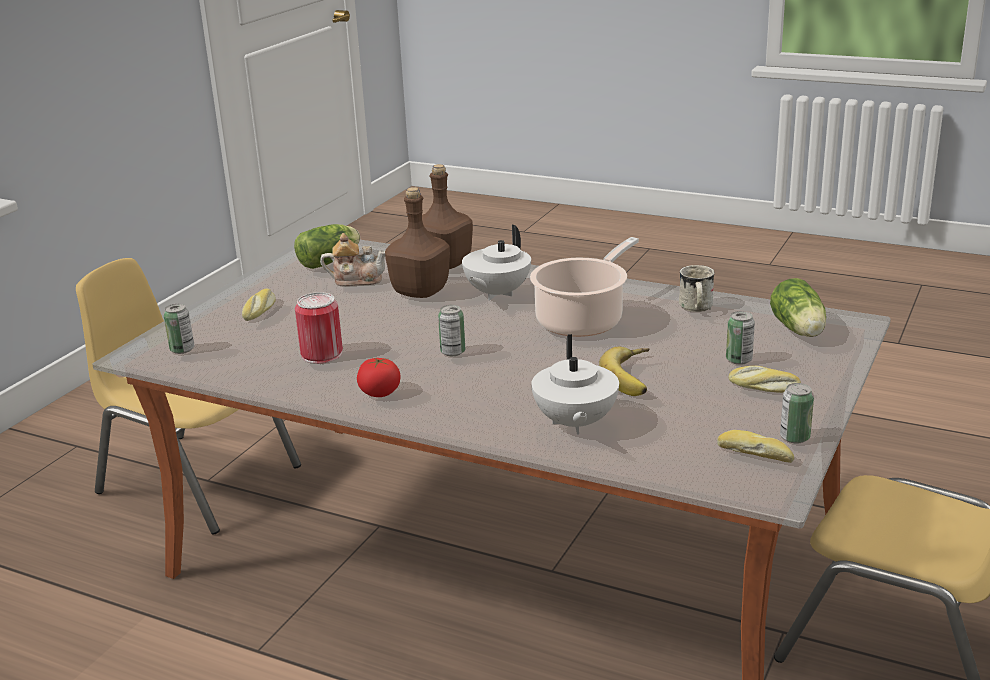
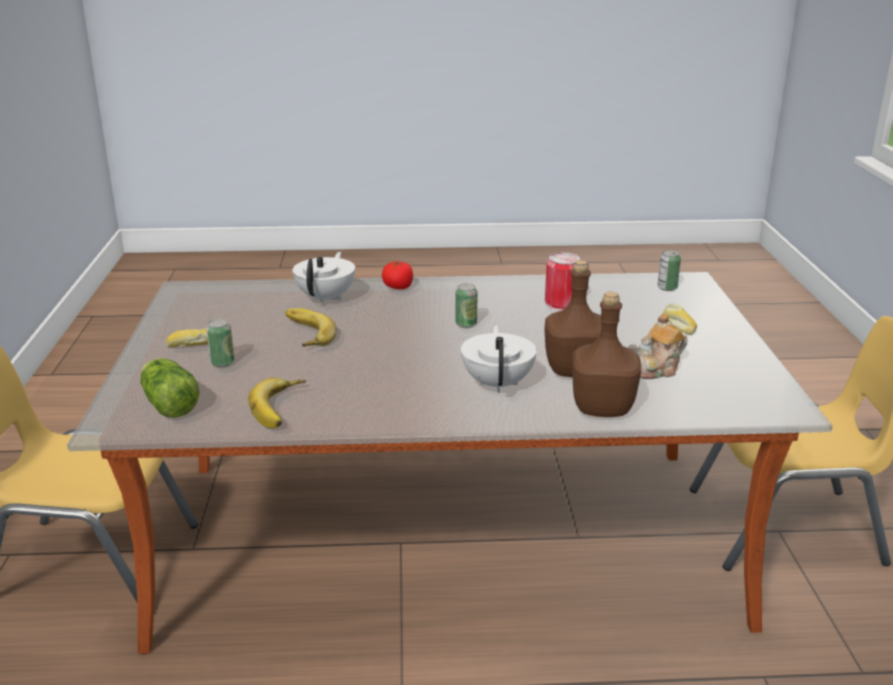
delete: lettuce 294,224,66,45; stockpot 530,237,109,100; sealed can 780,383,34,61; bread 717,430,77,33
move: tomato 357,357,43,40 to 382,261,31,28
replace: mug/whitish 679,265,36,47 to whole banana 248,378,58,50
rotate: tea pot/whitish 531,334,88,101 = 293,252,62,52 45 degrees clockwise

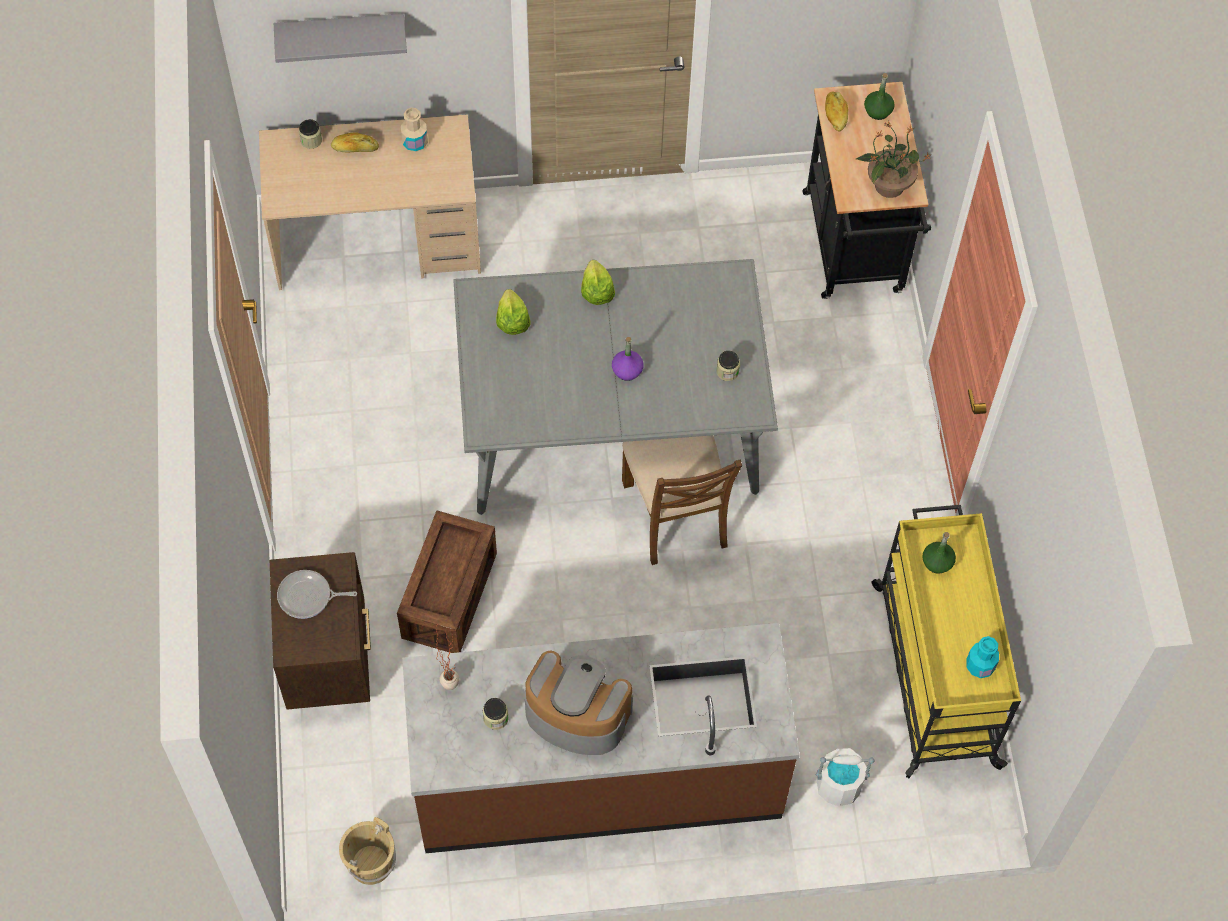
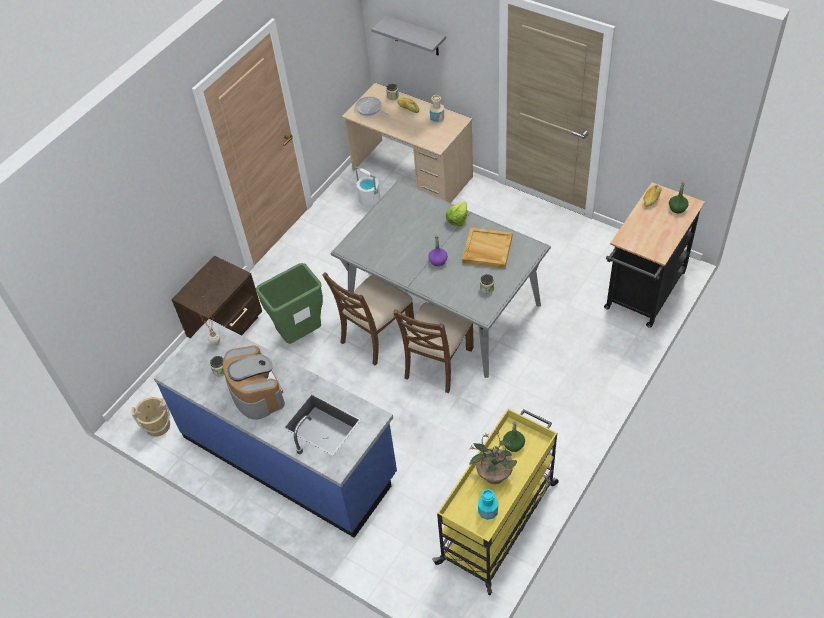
delete: lettuce 496,289,34,46
insert: serving tray/beige-coloured 462,227,50,41; chair/brownish 322,272,92,93
move: houseplant 856,121,76,77 to 469,431,48,53; skillet 277,570,80,49 to 355,97,34,19; water bucket/whitish 816,748,59,59 to 355,166,26,41
replace: crate 397,510,100,143 to rubbish bin/green 256,263,67,81
recolor: kitchen base unit/brownish 402,623,398,230 to kitchen base unit/bluish 154,319,243,219

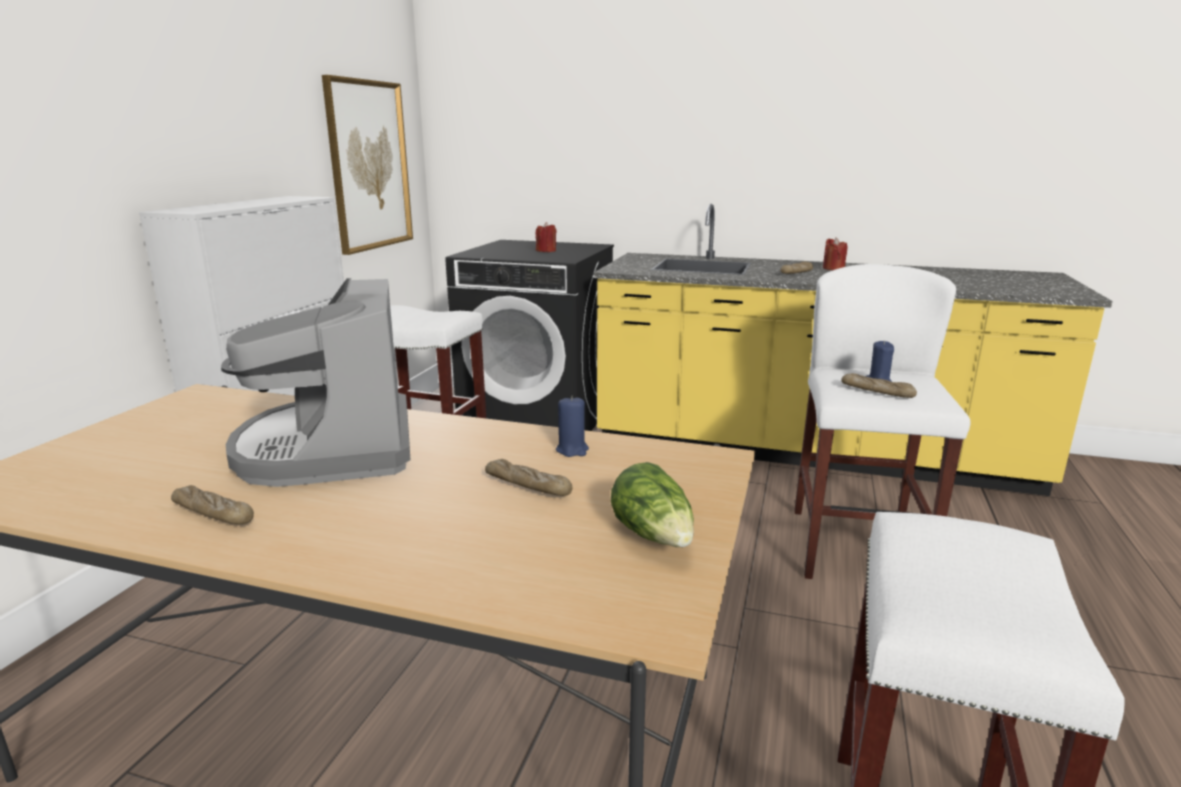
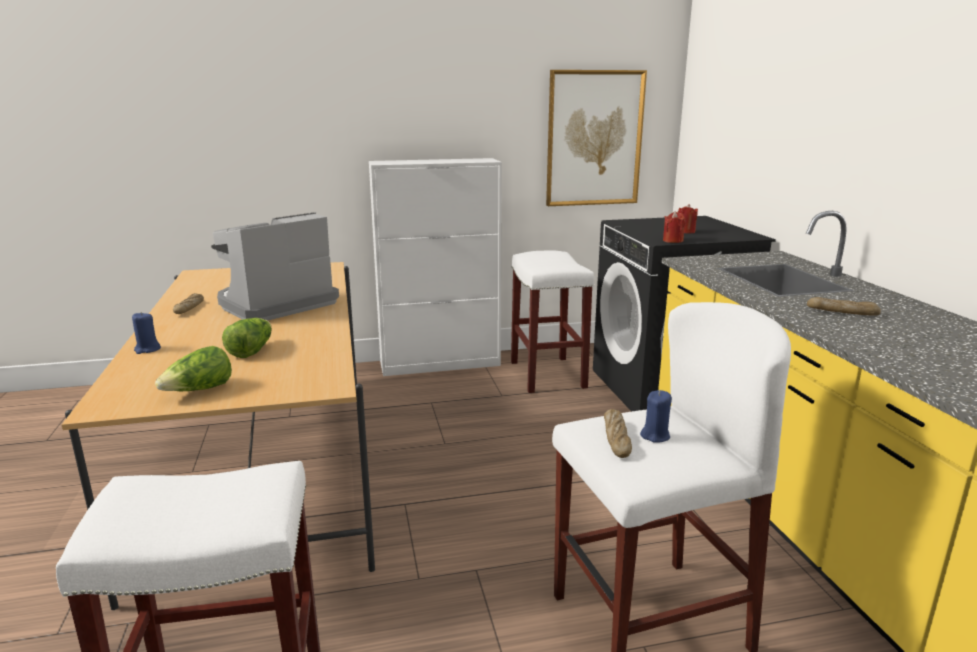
move: wax candle/red 823,237,25,33 to 663,211,23,32; wax candle/bluish 556,395,33,62 to 132,312,29,42
replace: bread 485,459,88,37 to lettuce 222,318,50,40

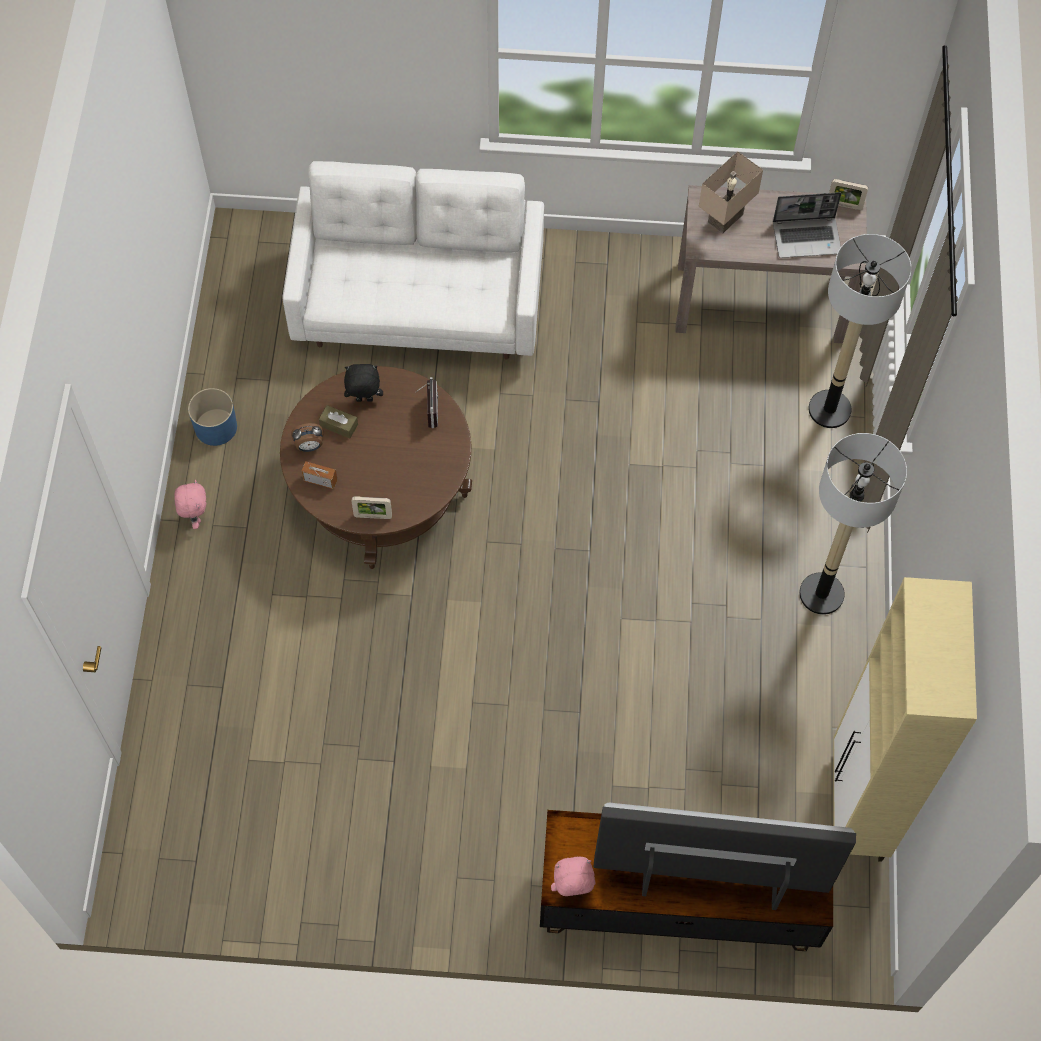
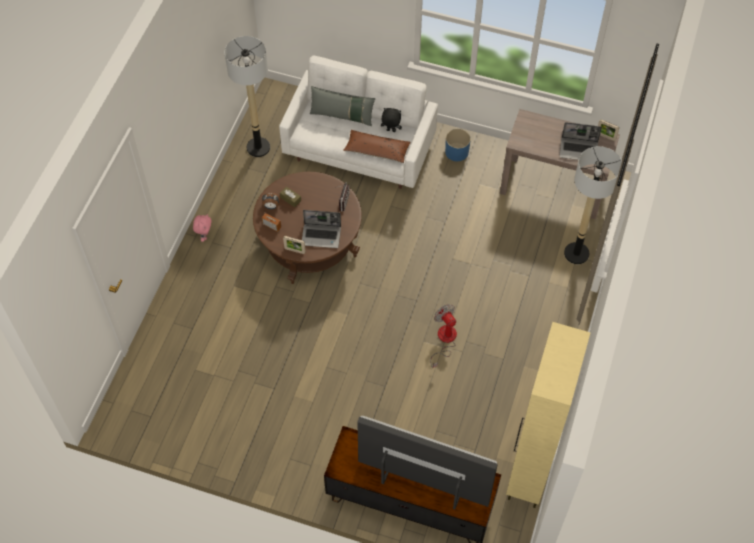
delete: table lamp/beige-coloured 699,151,64,83; soft toy/pink-coloured 551,856,45,40
insert: cushion/greyish 310,86,65,40; cushion/brownish 343,130,68,33; portable computer 302,210,39,38; electric fan 430,304,27,64
move: soft toy/black-coloured 344,364,39,38 to 381,108,21,24; plant pot/bluish 188,388,49,58 to 445,129,26,32; standing lamp 799,433,108,182 to 225,36,45,121

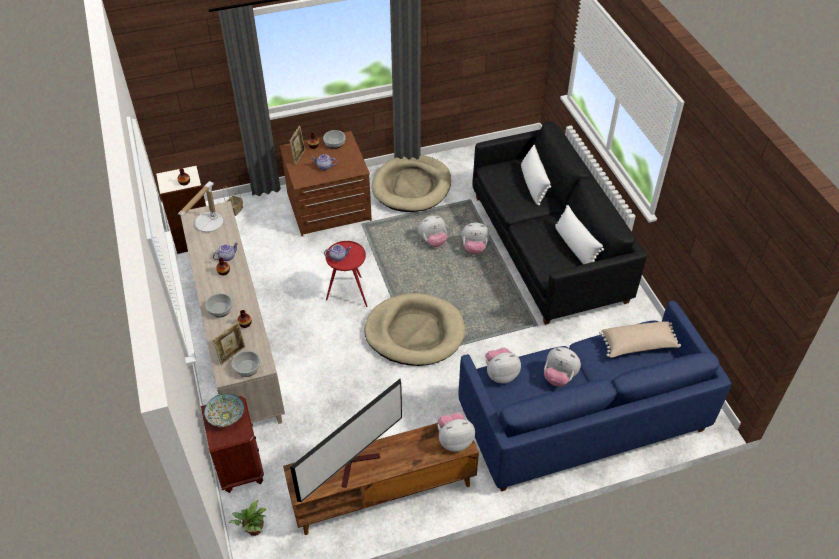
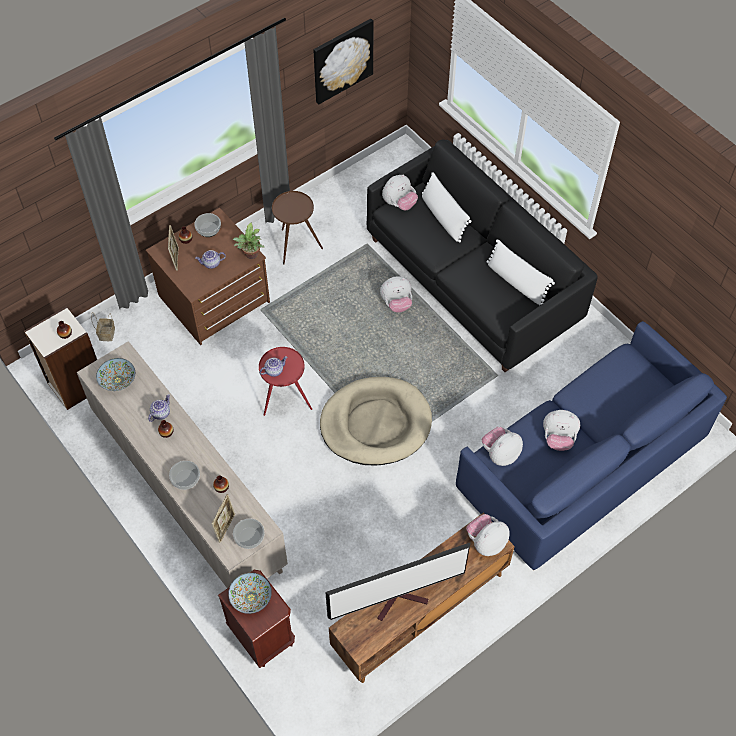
delete: cushion/beige-coloured 599,321,82,37
insert: wall picture 313,19,60,86
move: soft toy 418,216,29,31 to 382,174,36,36; houseplant 229,500,37,36 to 233,222,31,37
replace: dog bed/beige-coloured 372,155,79,57 to side table/brownish 272,191,51,73; table lamp 178,181,46,51 to deep dish 96,358,39,33
rotate: TV 290,379,112,123 = 325,542,146,79 45 degrees clockwise

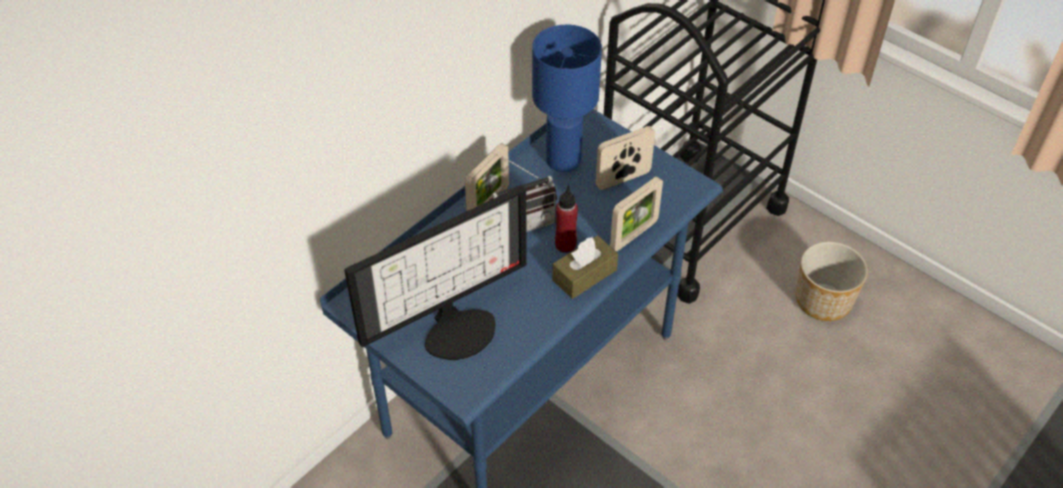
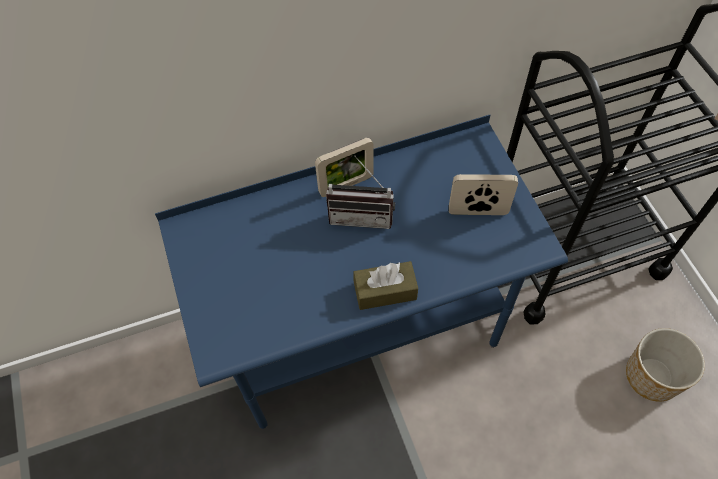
delete: table lamp/bluish 532,25,70,147; photo frame 610,176,53,75; monitor 344,186,183,174; drink bottle/red 555,186,23,67

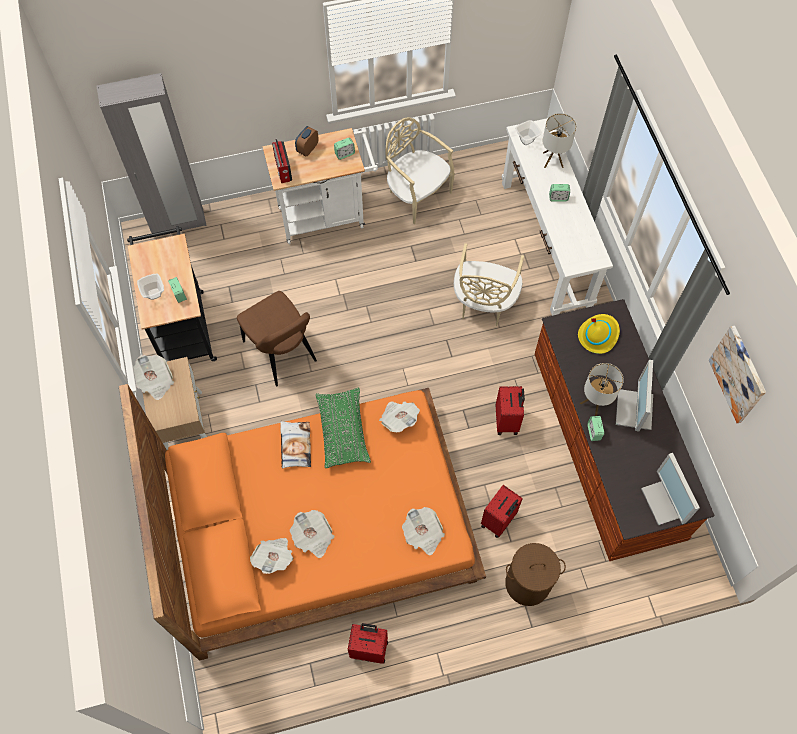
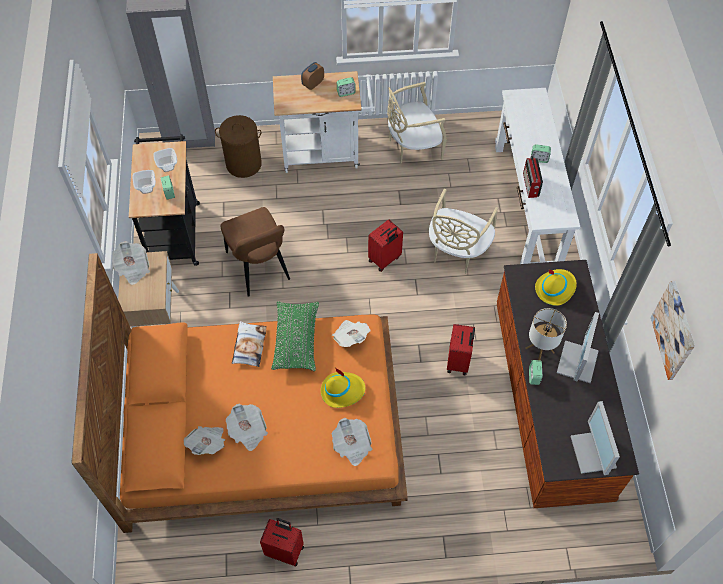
delete: table lamp 543,113,34,55
insert: hat/yellow-coloured 321,368,45,40
move: deep dish 515,120,27,25 to 153,148,24,24; radio 272,139,20,44 to 523,155,20,43; travel case/red 481,485,42,53 to 368,220,35,52; washing basket/brownish 505,543,61,63 to 215,115,47,63
rotate: chair/beige-coloured 386,117,69,107 = 387,82,60,81 75 degrees counterclockwise

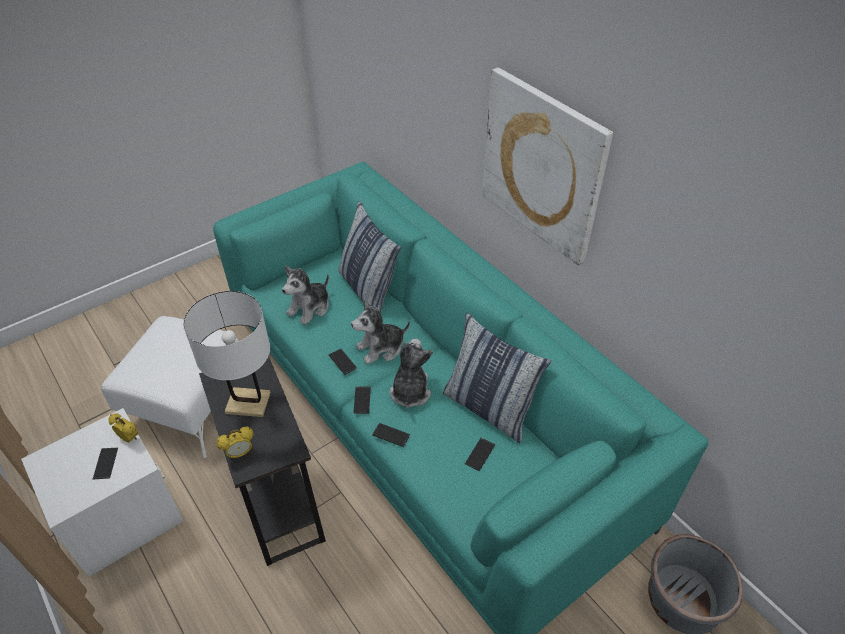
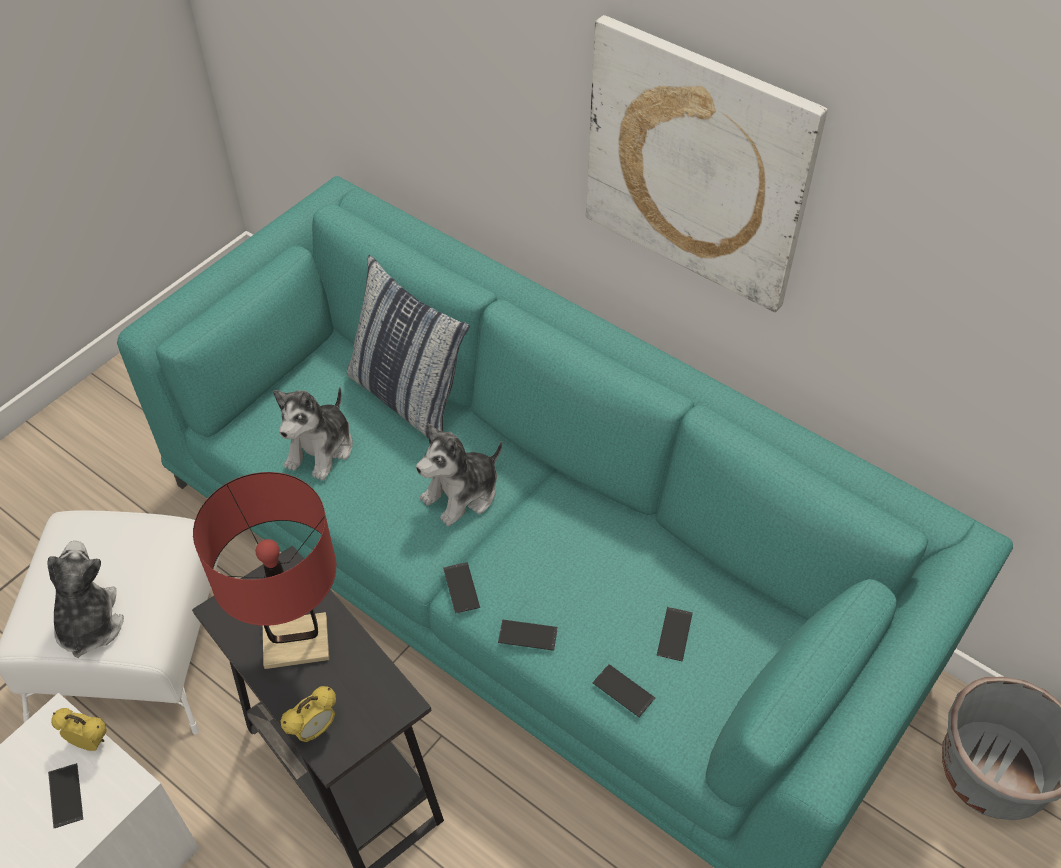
delete: cushion 443,313,108,130
move: soft toy 390,338,43,70 to 47,541,77,117; handset 329,349,28,26 to 592,664,63,53
recolor: table lamp/whitish 183,291,88,126 to table lamp/red 193,472,143,197

